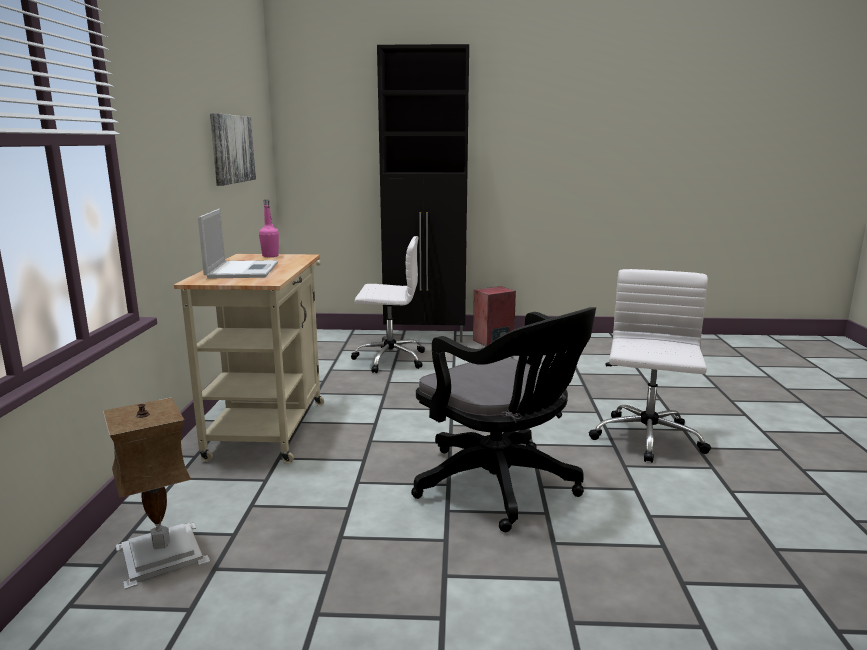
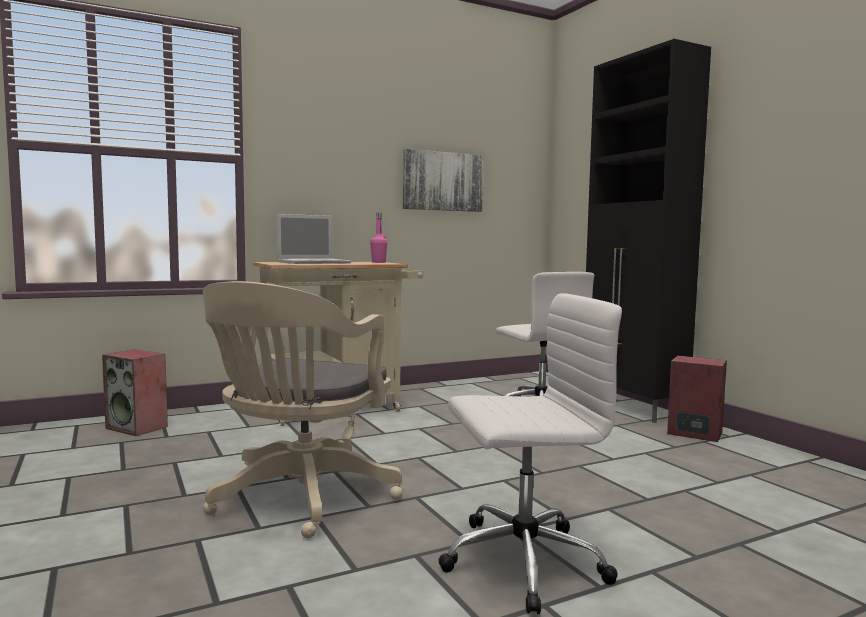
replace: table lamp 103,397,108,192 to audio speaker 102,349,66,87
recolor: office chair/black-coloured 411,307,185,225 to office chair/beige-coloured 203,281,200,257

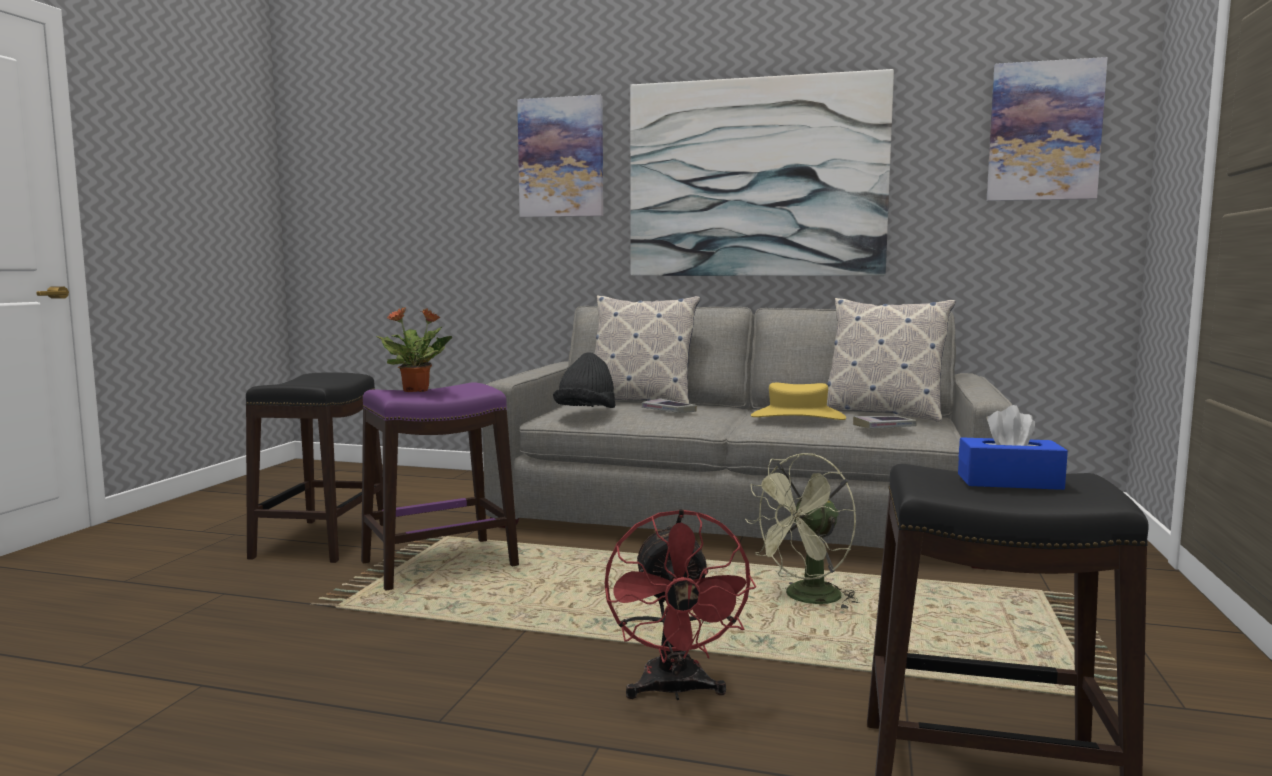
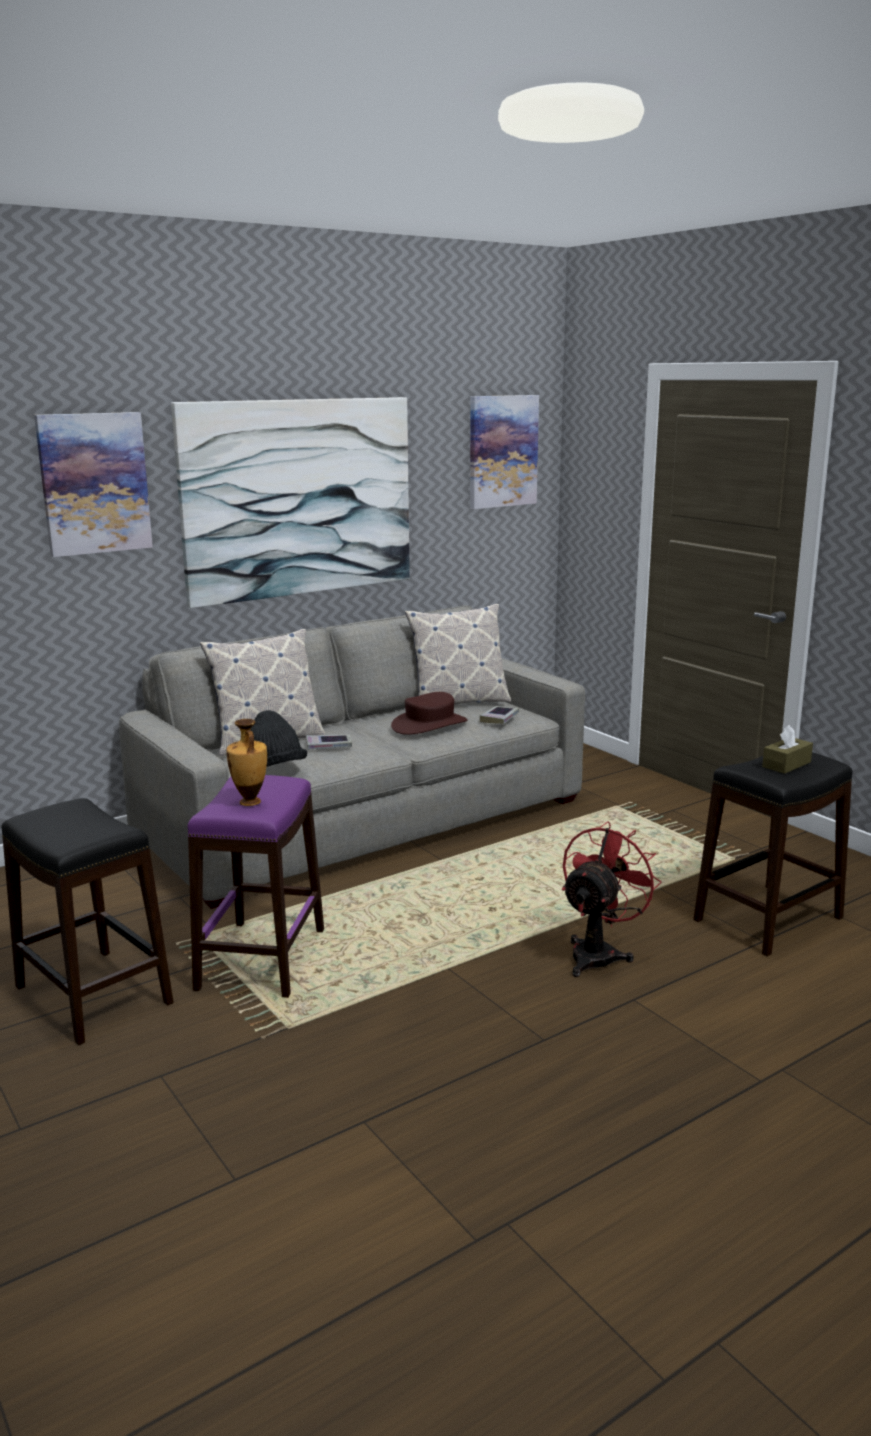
delete: electric fan/green 745,453,115,157
replace: houseplant 376,307,76,85 to vase 227,719,40,87
recolor: hat/yellow-coloured 751,383,95,37 to hat/brownish 391,692,77,43; tissue holder/bluish 958,405,110,85 to tissue holder/brownish 762,725,51,49
rotate: electric fan/red 605,509,151,191 = 562,821,100,156 90 degrees counterclockwise

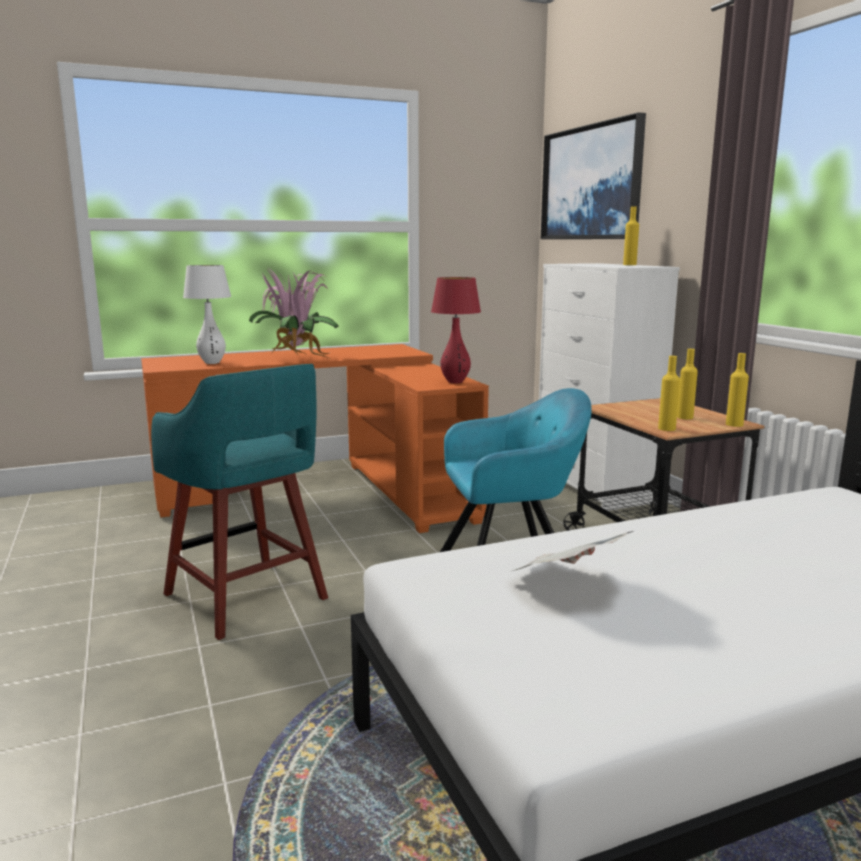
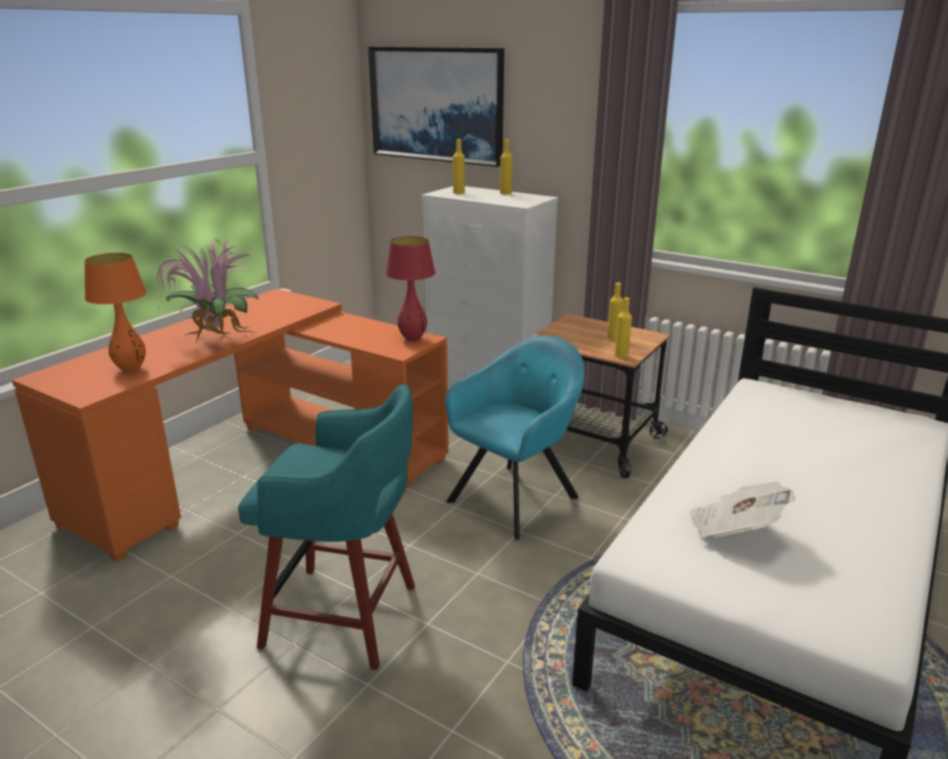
move: drink bottle/yellow-coloured 726,353,23,74 to 453,139,12,55
recolor: table lamp/whitish 183,265,49,99 to table lamp/orangey 84,253,63,119

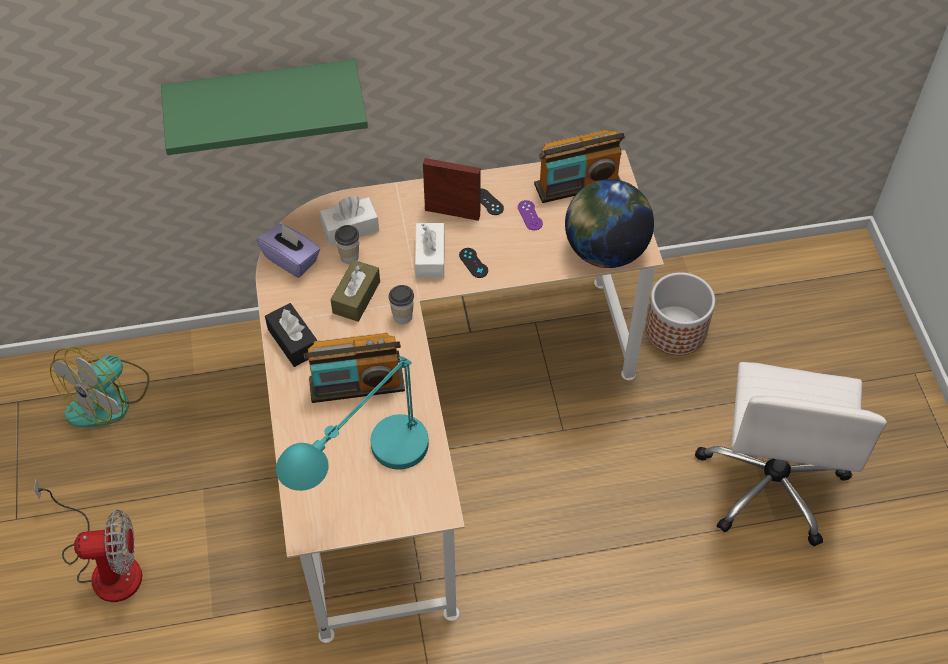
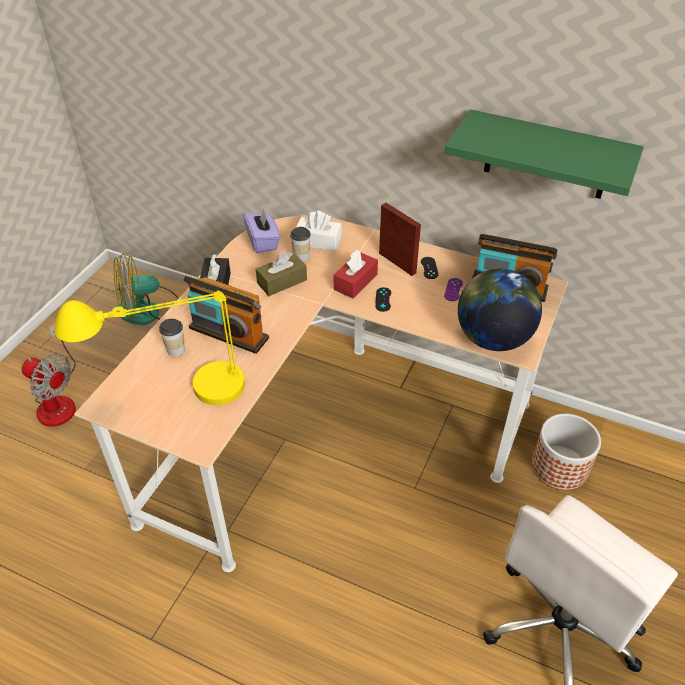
move: bracket shelf/green 161,59,207,96 to 445,109,199,90; drinking cup 389,285,25,39 to 159,318,26,39
recolor: tissue holder/whitish 415,223,29,55 to tissue holder/red 333,250,45,48; table lamp/turquoise 276,356,153,135 to table lamp/yellow-coloured 54,290,191,115

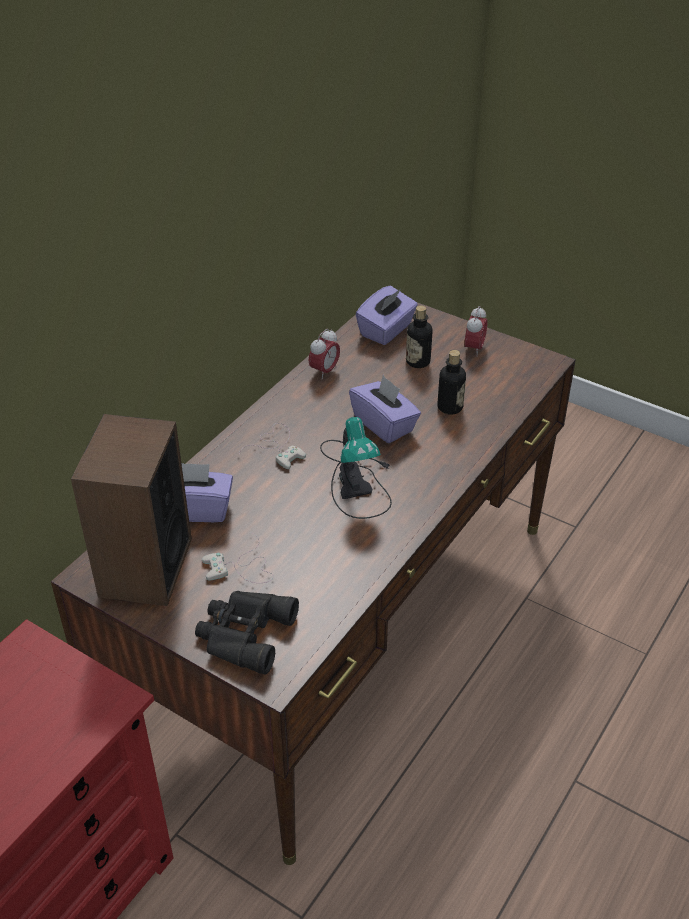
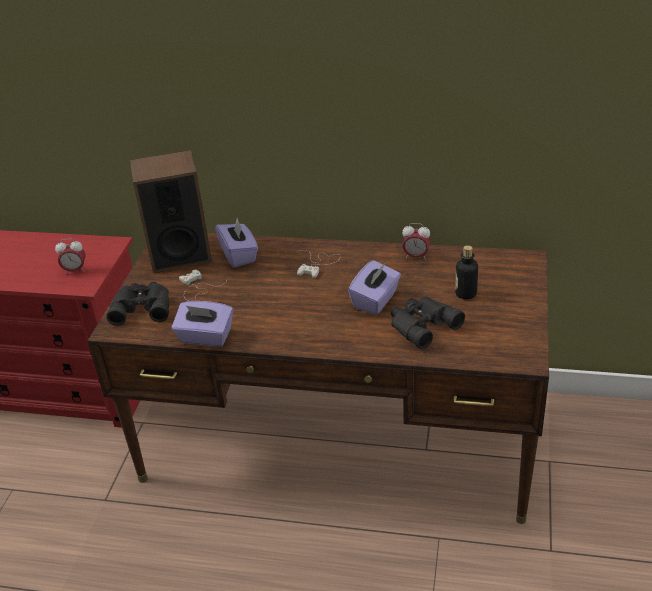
delete: table lamp 320,417,72,102
move: tissue holder/purple-coloured 356,285,62,60 to 172,301,61,46; alarm clock 465,306,23,50 to 55,239,30,35
replace: drink bottle 437,350,29,65 to pair of binoculars/black-coloured 391,296,74,53

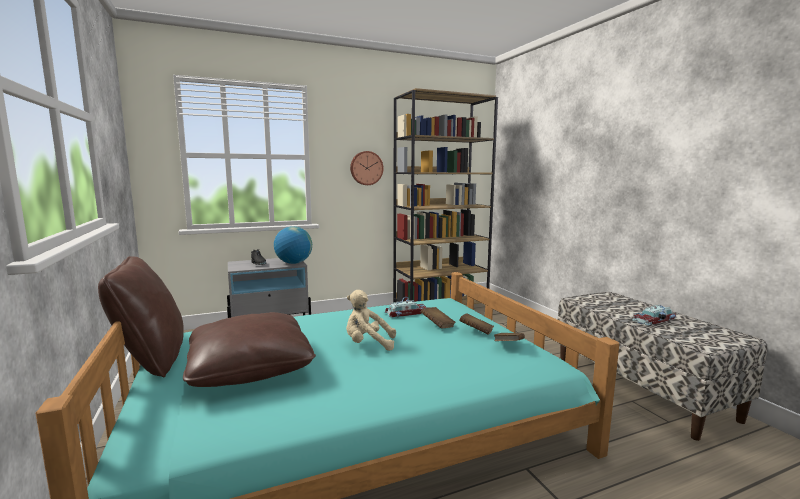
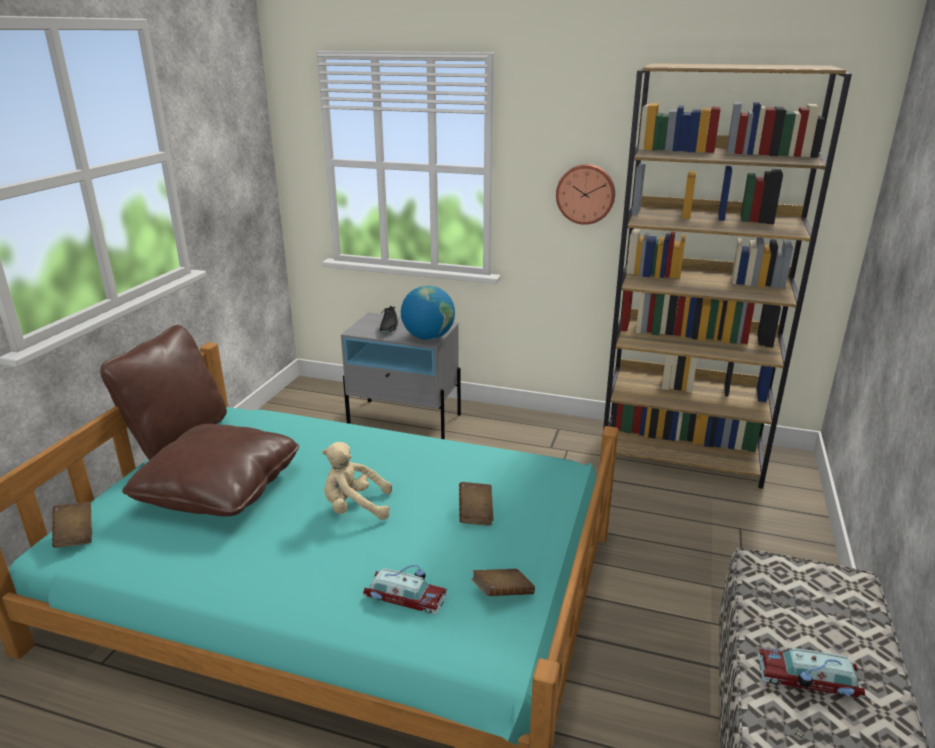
move: model car 385,297,43,20 to 362,565,85,50; bound book/brownish 459,313,35,22 to 52,502,40,46
rotate: soft toy/beige-coloured 346,290,50,61 = 322,442,70,78 45 degrees counterclockwise

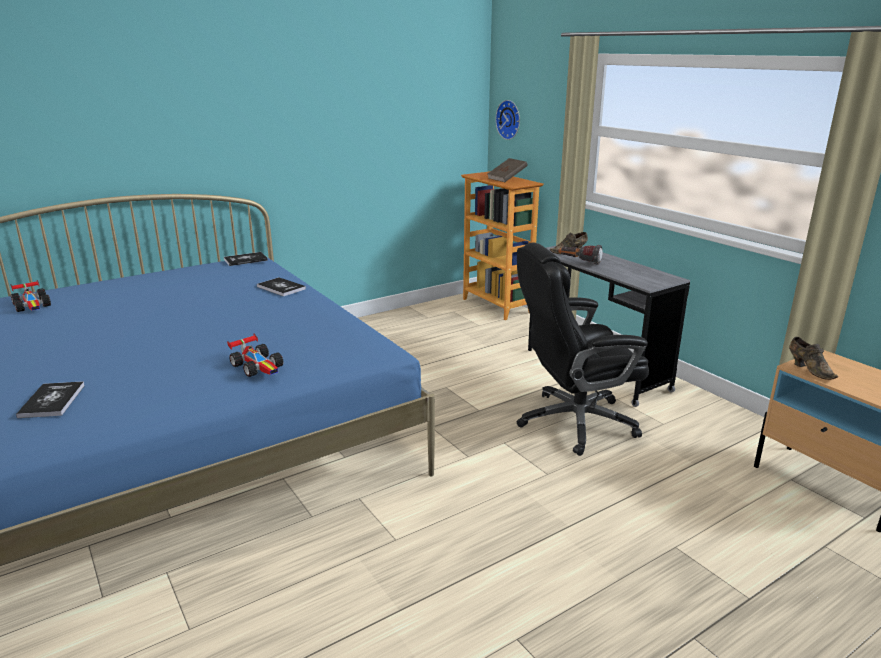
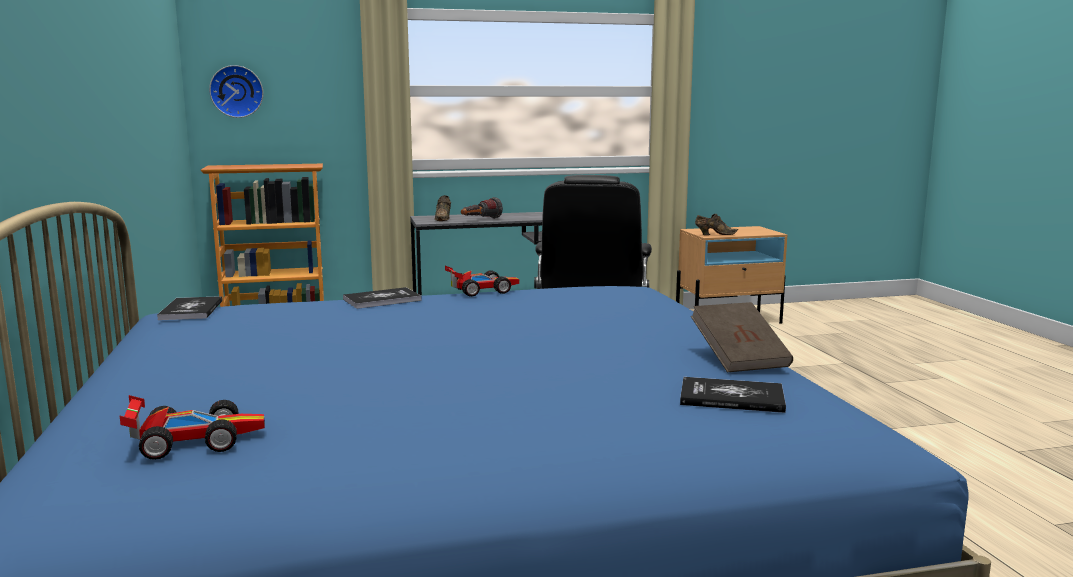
move: bound book/brownish 488,158,40,24 to 691,302,102,70; model car 227,333,56,44 to 445,266,74,31

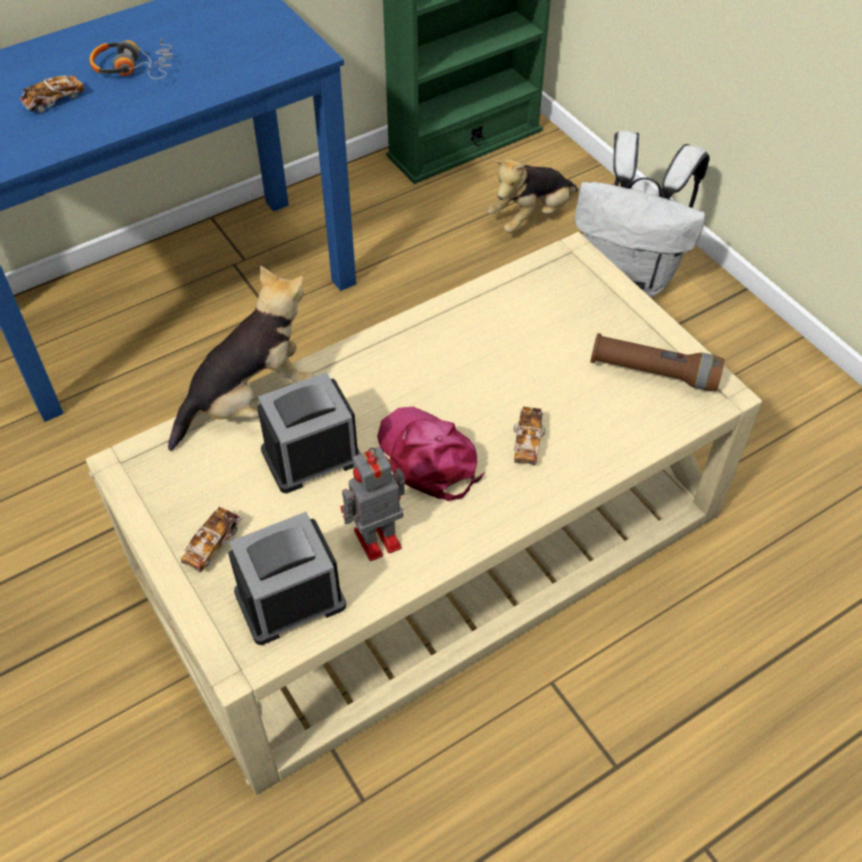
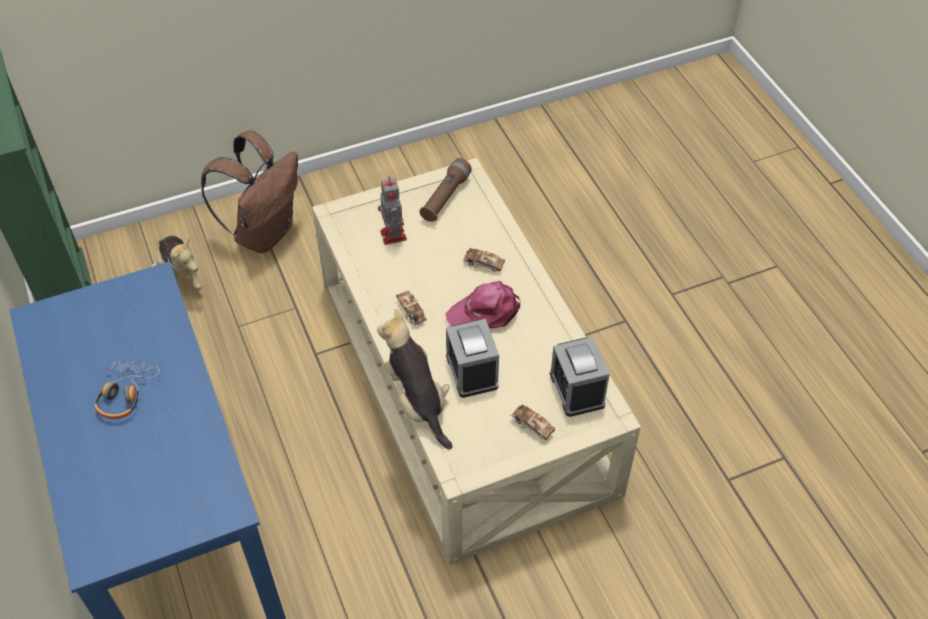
move: model car 19,75,65,38 to 396,290,31,35; toy robot 340,447,65,114 to 378,177,29,68
recolor: rucksack/whitish 574,131,136,166 to rucksack/brownish 201,130,97,123

